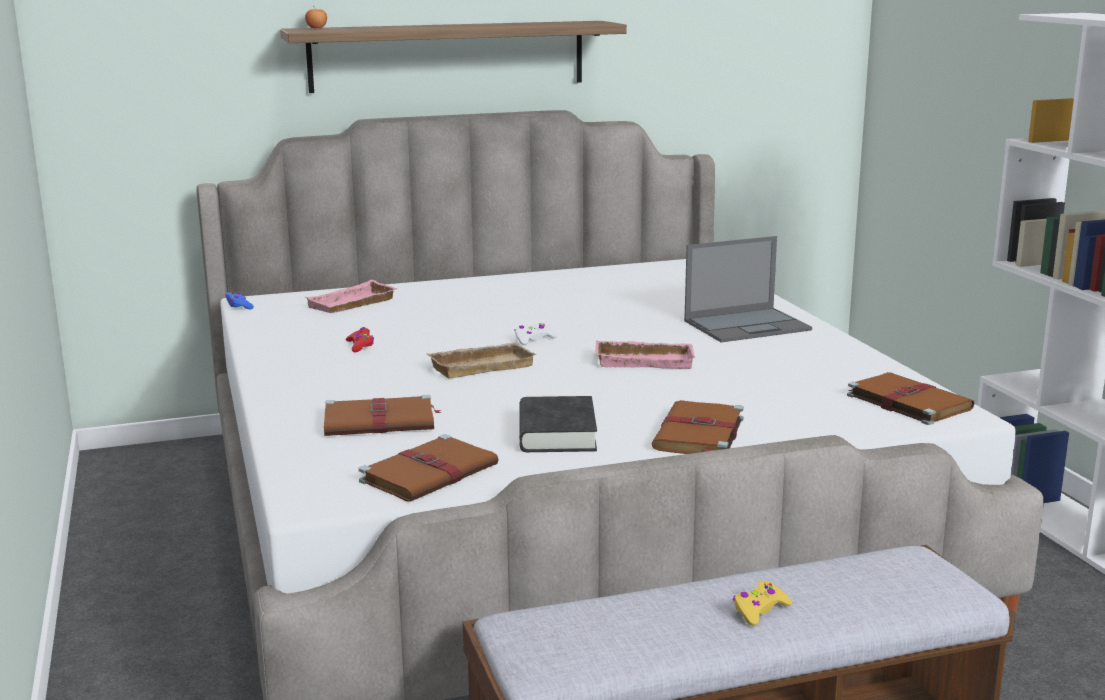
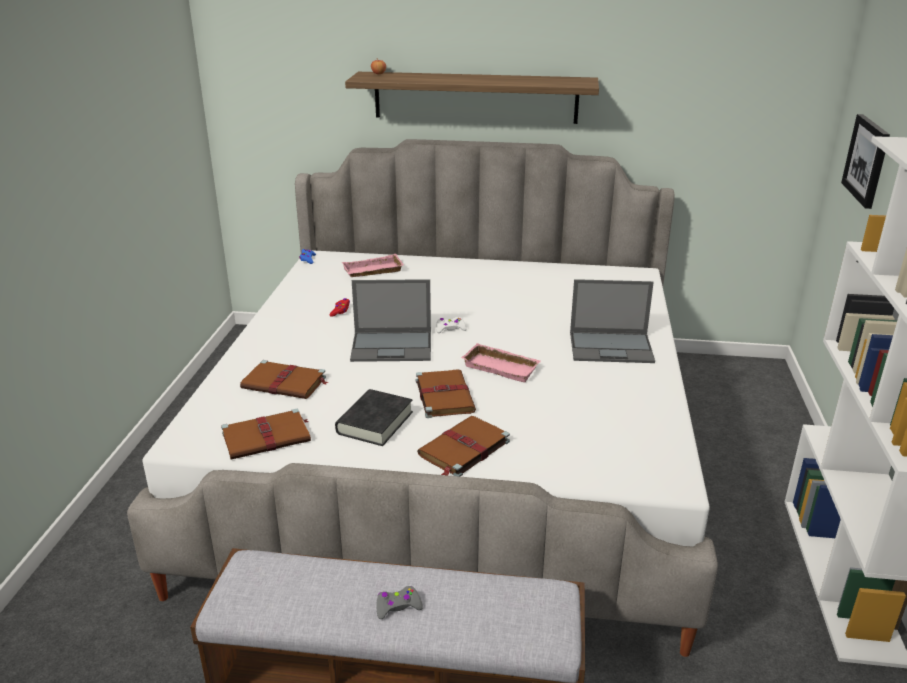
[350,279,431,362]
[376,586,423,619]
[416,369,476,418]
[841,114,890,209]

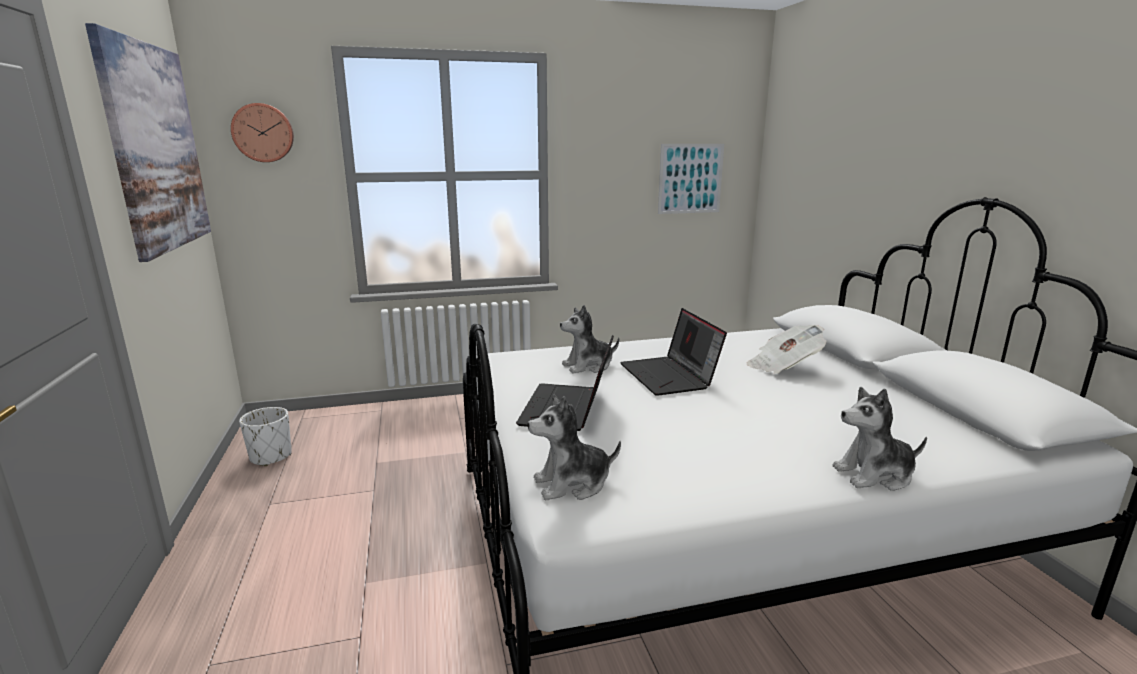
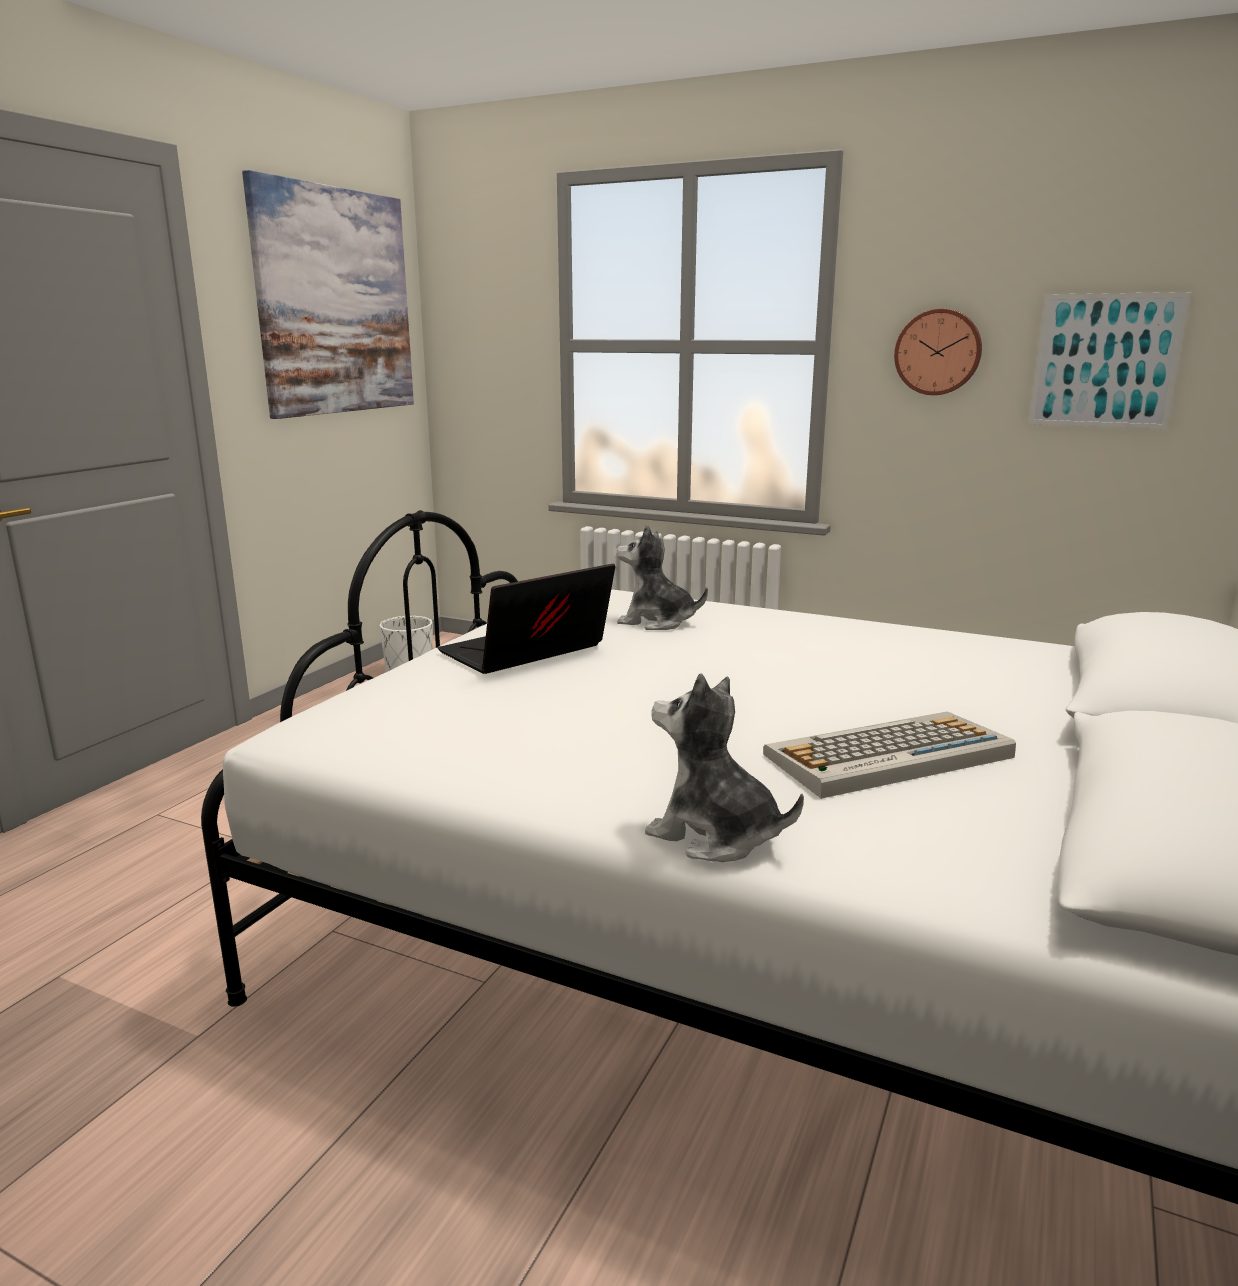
[894,309,982,395]
[528,395,621,500] (first image)
[620,308,727,396] (first image)
[747,325,826,374] (first image)
[763,711,1016,799]

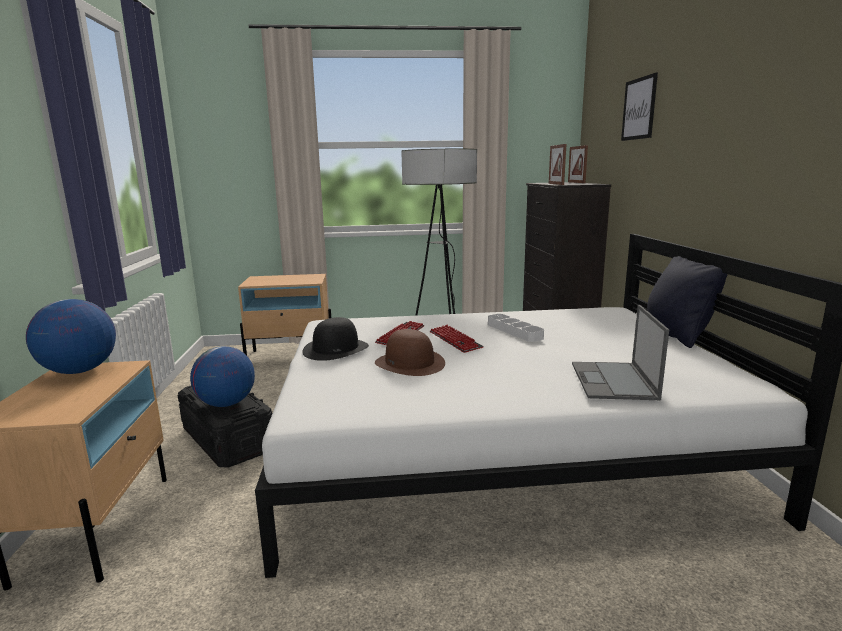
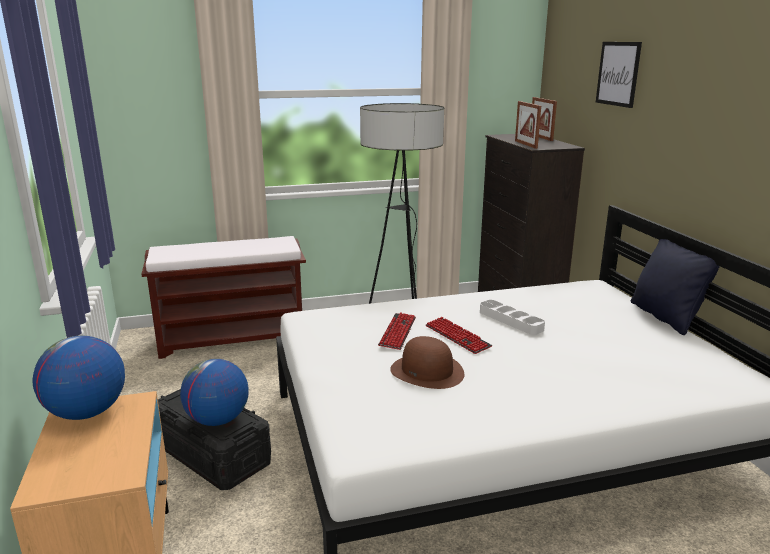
[142,236,306,359]
[302,317,369,361] (first image)
[572,305,669,400] (first image)

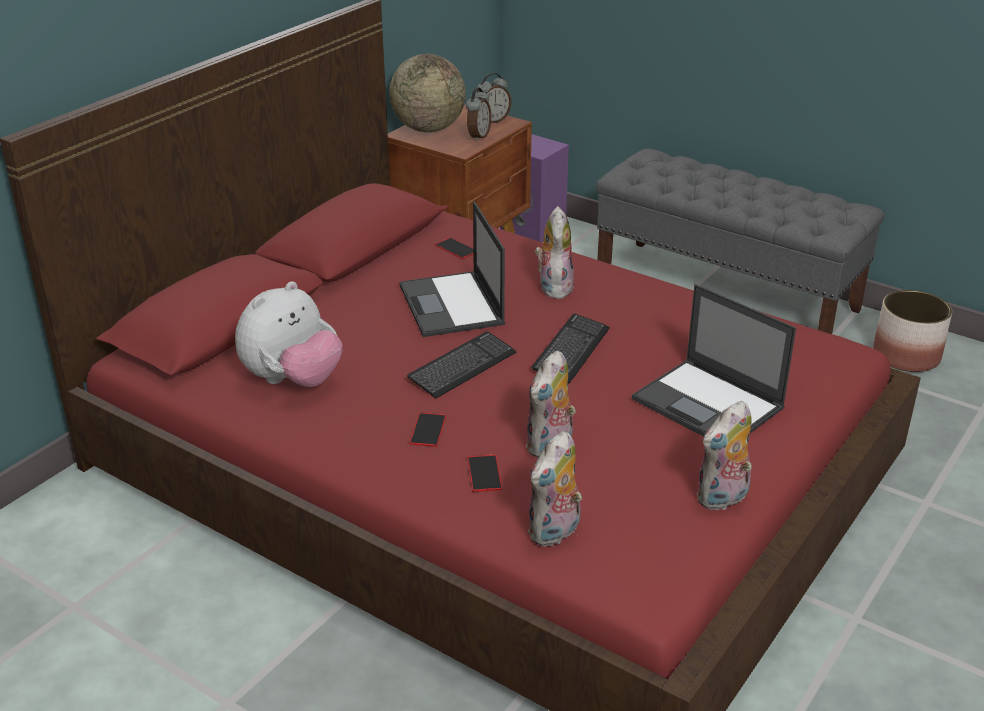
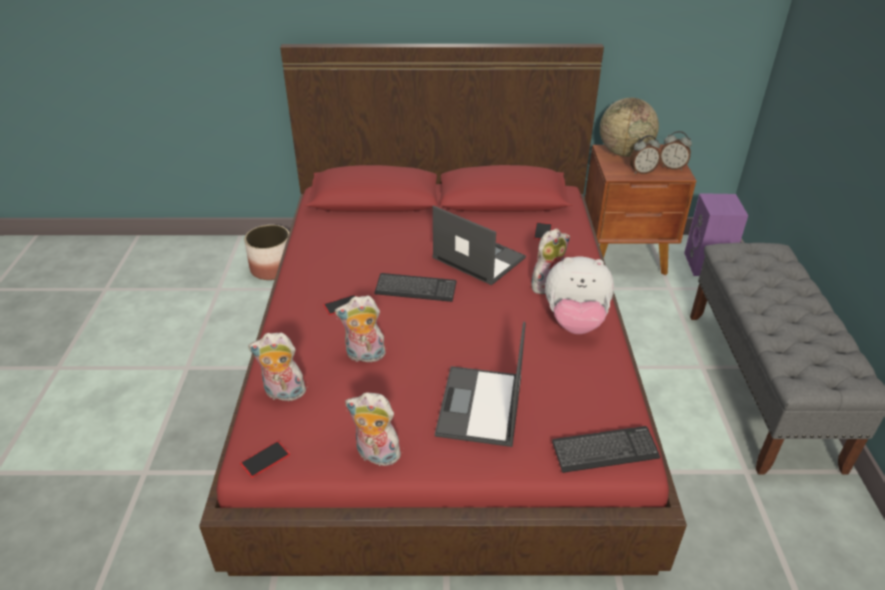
[545,257,614,334]
[432,205,526,285]
[240,441,290,478]
[552,426,660,473]
[244,225,289,280]

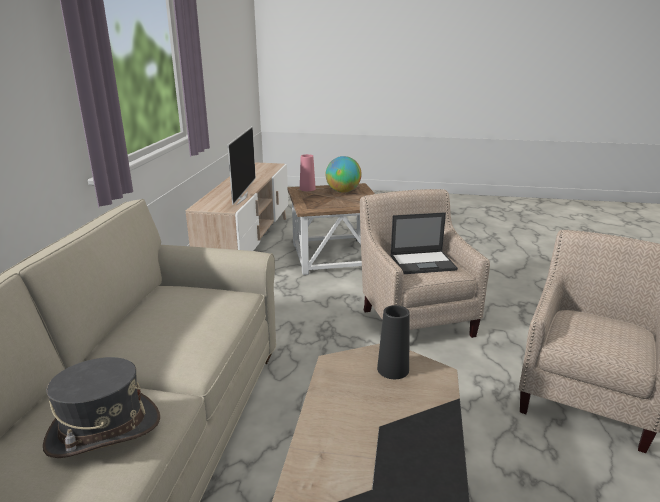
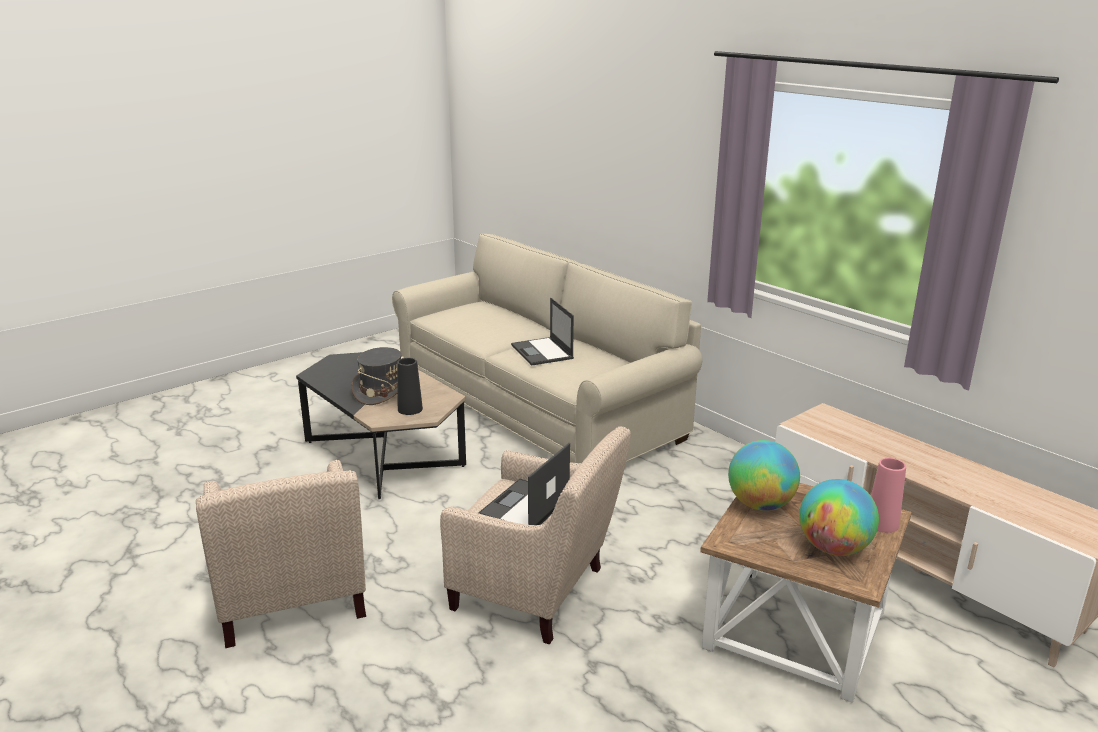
[351,347,404,405]
[227,126,256,206] (first image)
[511,298,574,366]
[728,440,800,511]

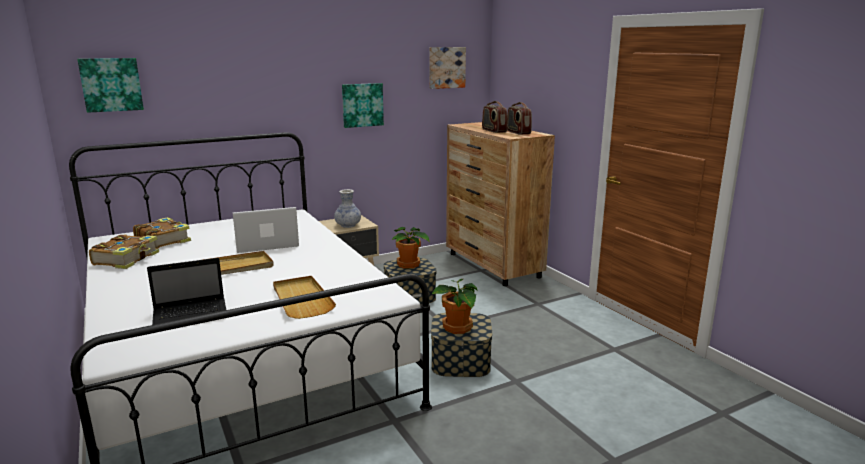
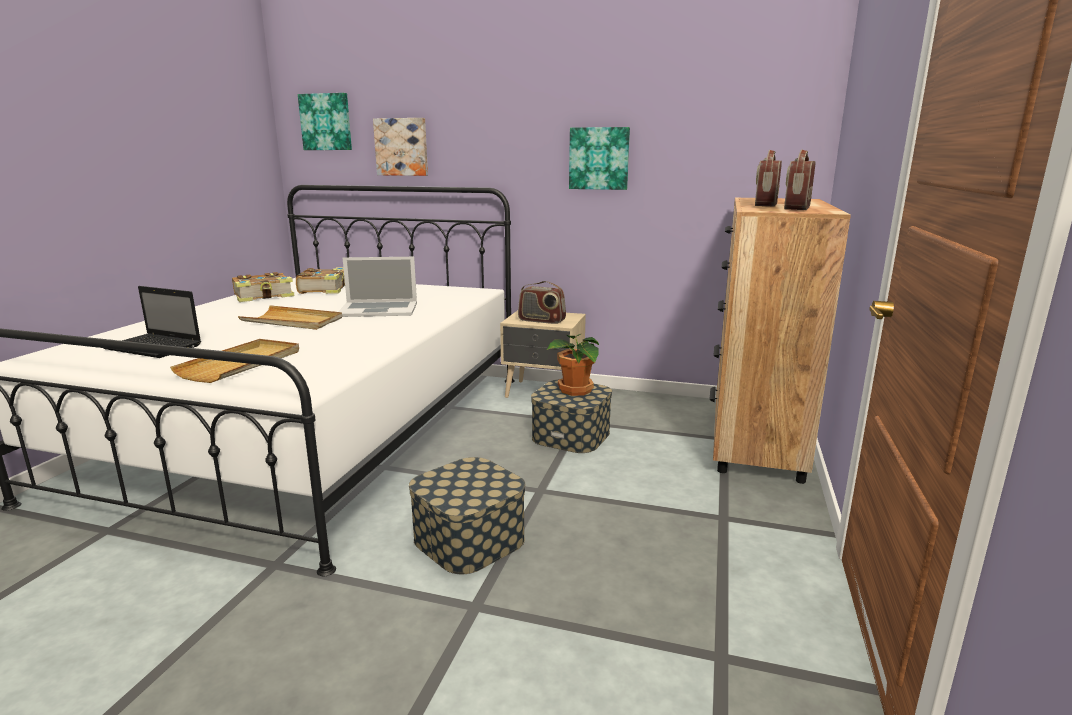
[338,257,417,317]
[518,281,566,324]
[373,118,428,176]
[432,279,478,334] (first image)

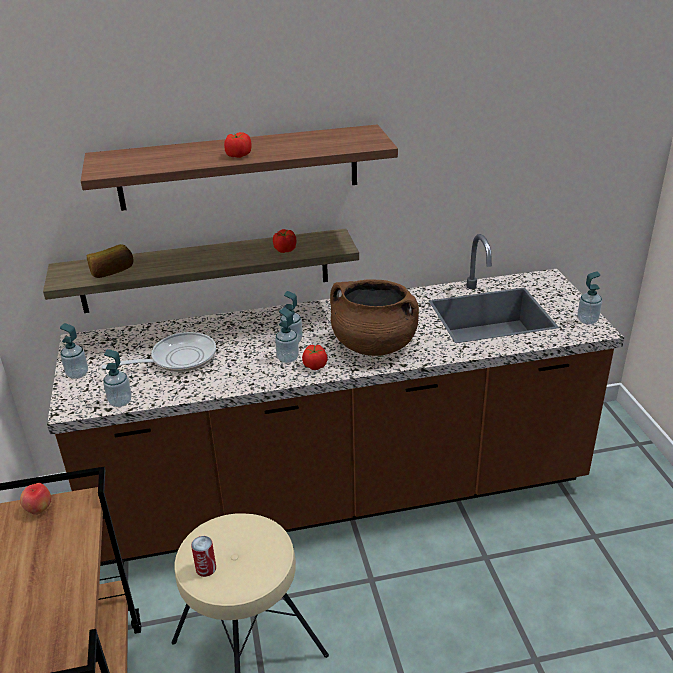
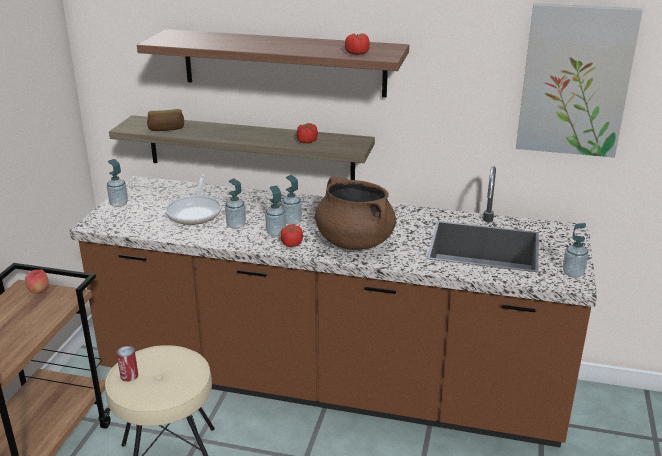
[165,174,221,225]
[225,178,246,229]
[345,33,370,55]
[516,3,643,158]

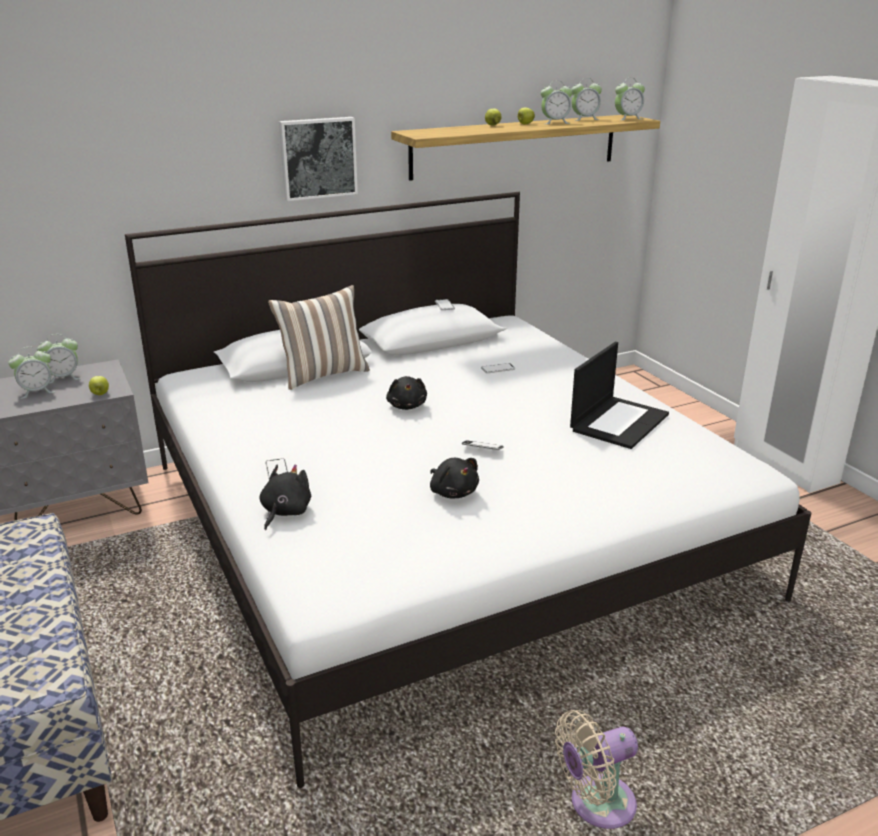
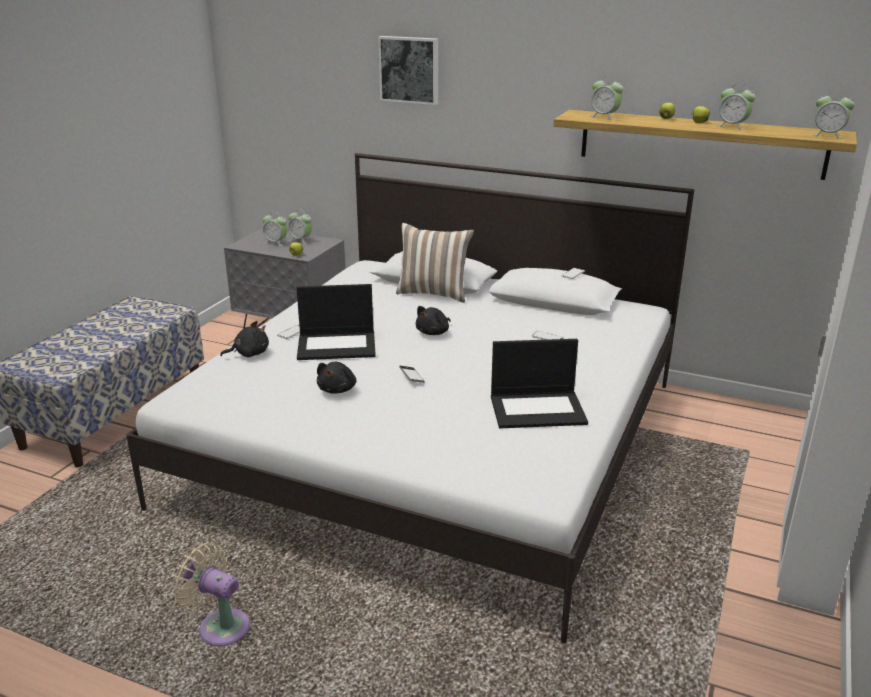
[378,36,438,105]
[589,76,623,120]
[296,284,376,360]

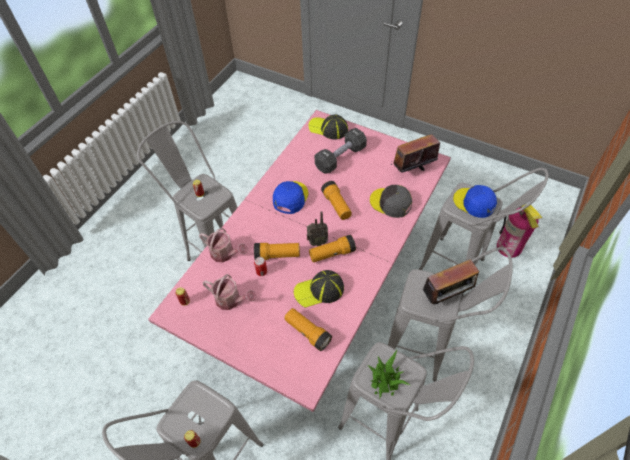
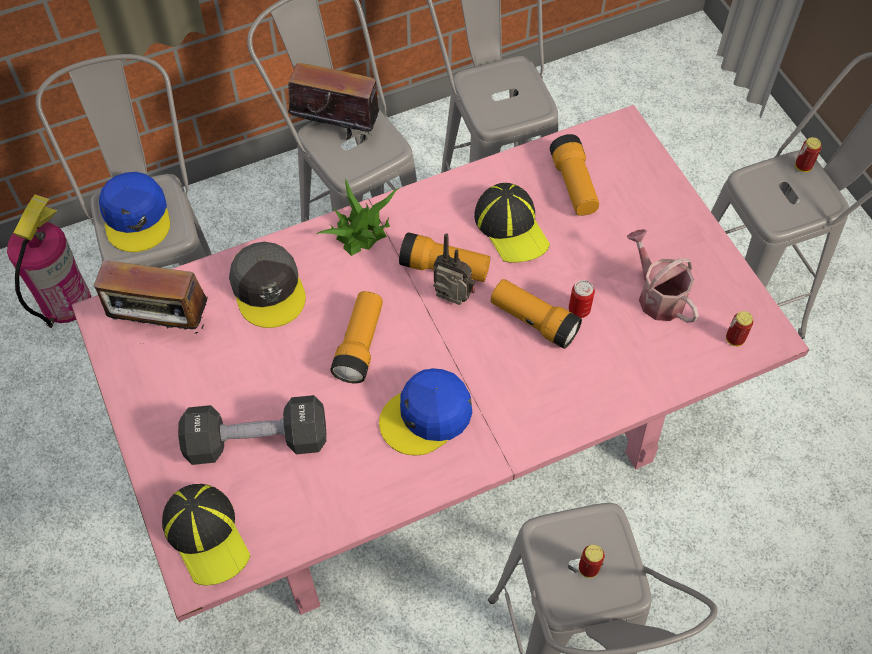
[199,228,248,263] (first image)
[474,183,550,263]
[316,179,399,256]

